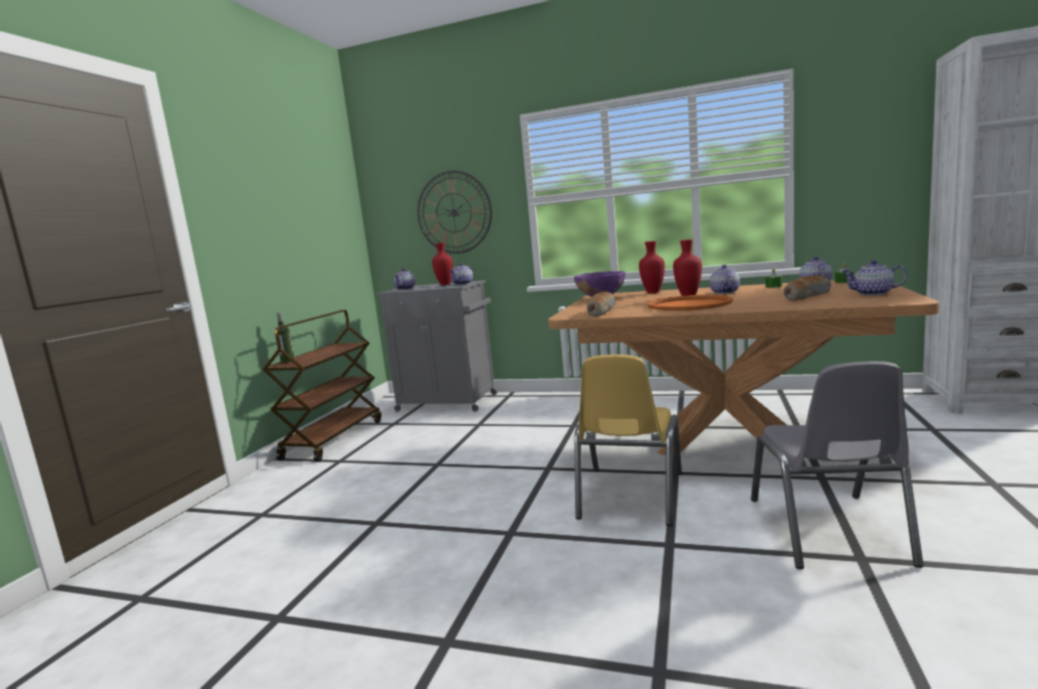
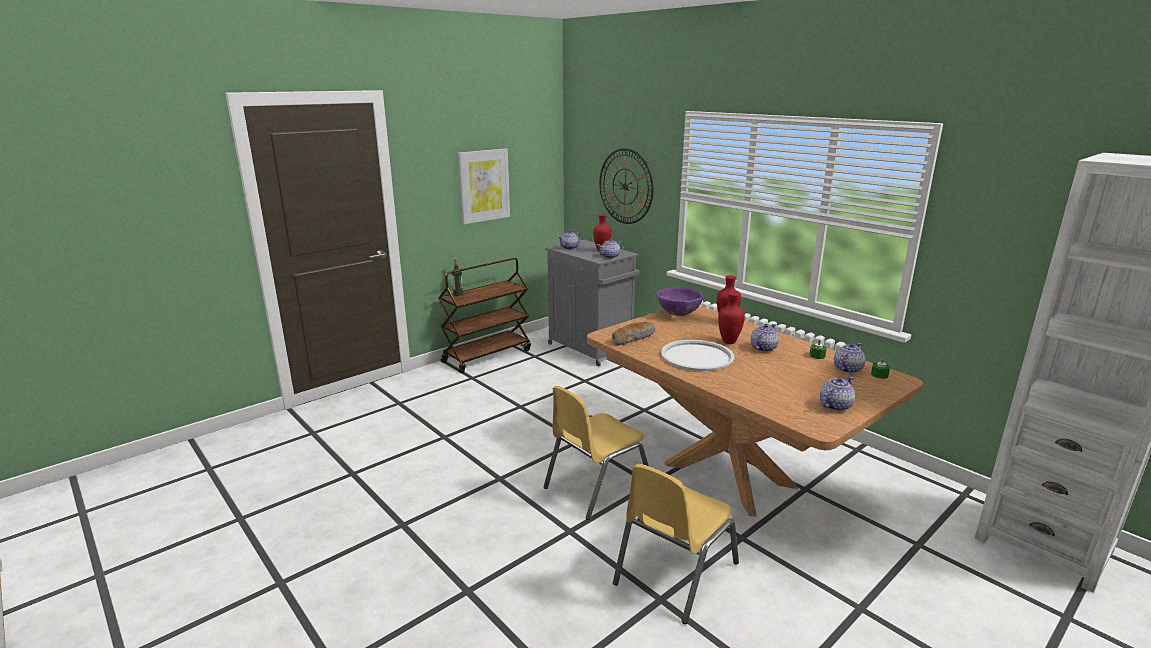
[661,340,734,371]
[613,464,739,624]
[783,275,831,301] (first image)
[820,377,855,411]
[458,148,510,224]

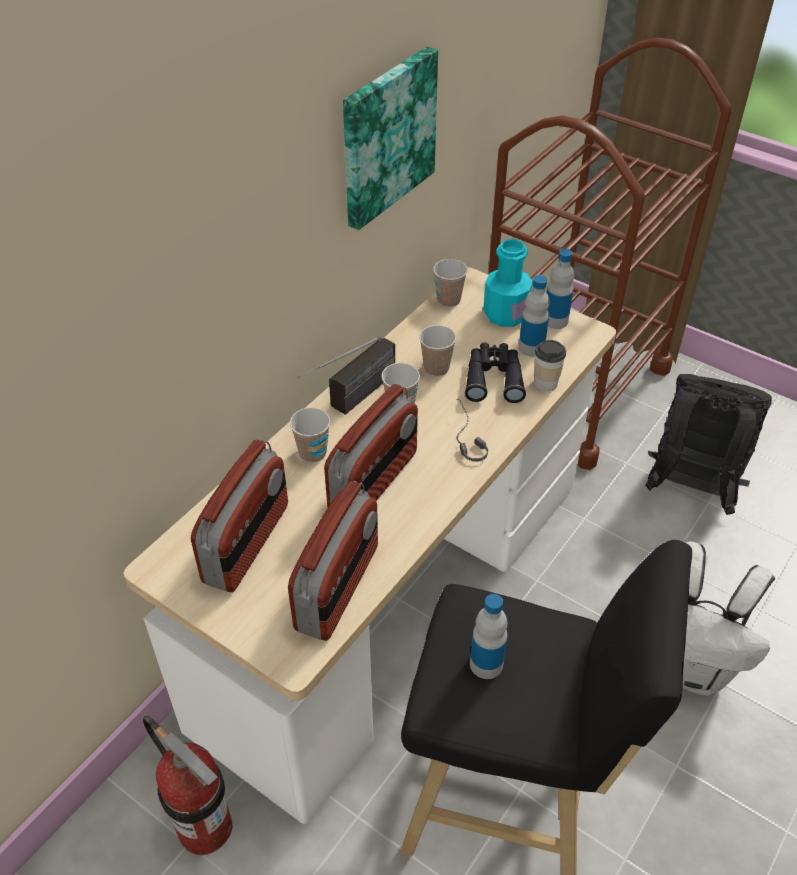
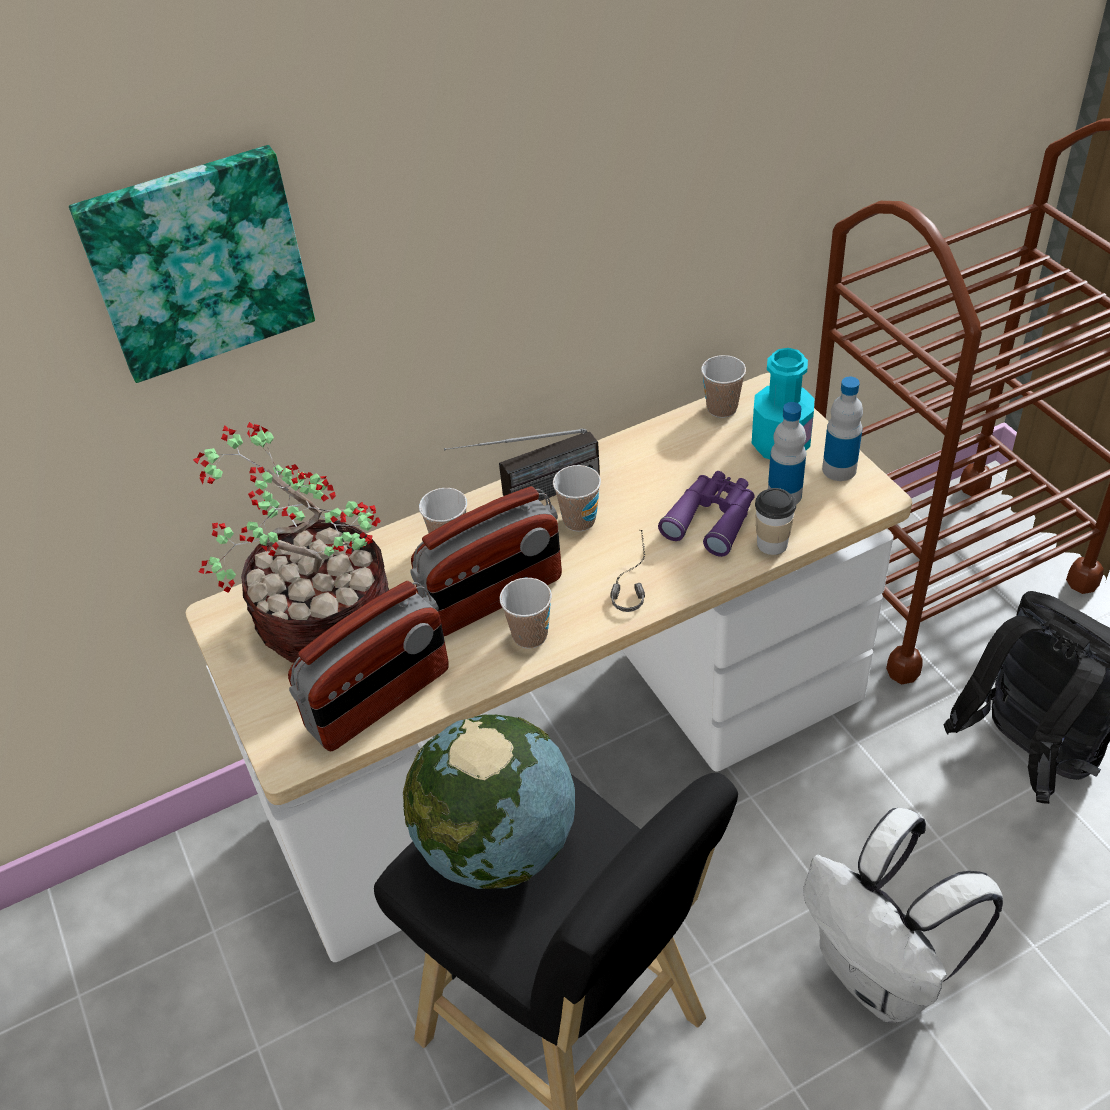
[143,716,232,855] (first image)
[193,422,389,663]
[69,145,315,383]
[500,578,552,649]
[658,471,755,557]
[403,714,575,889]

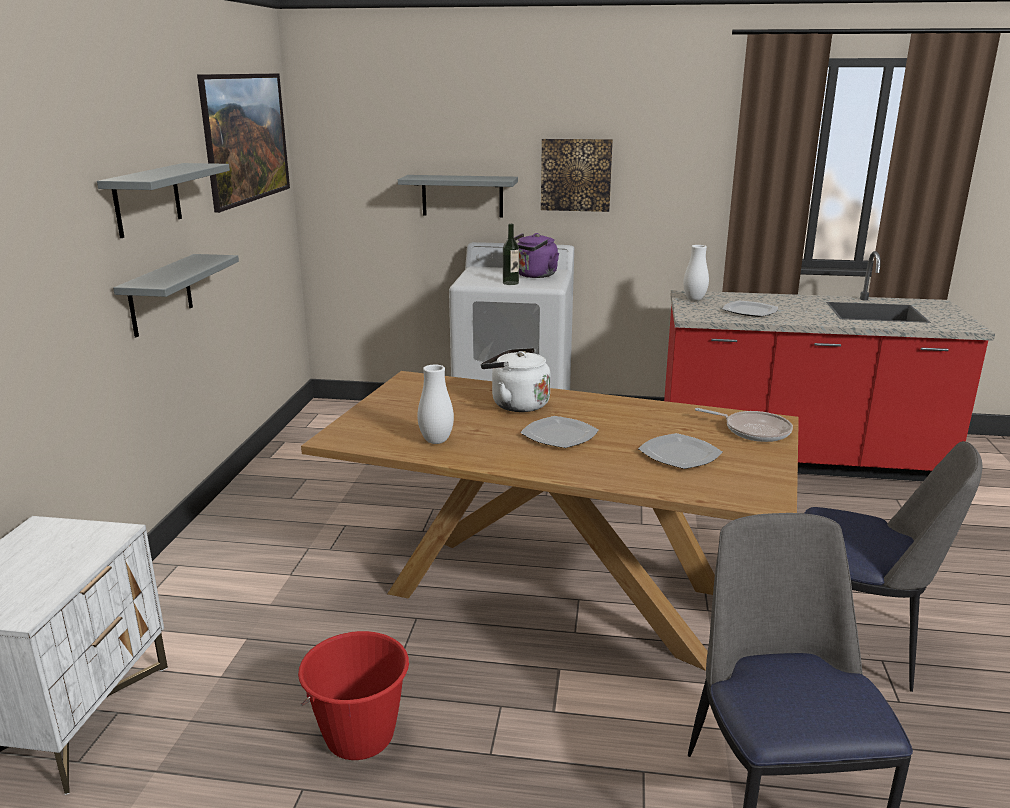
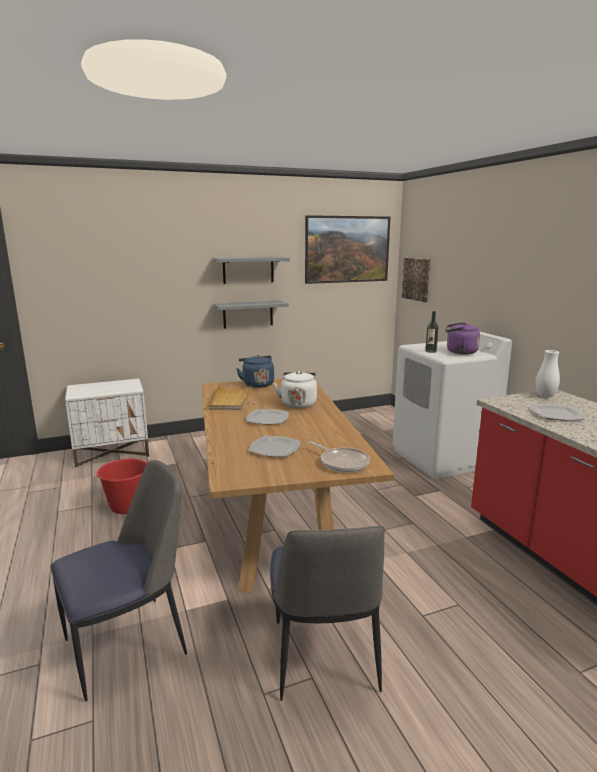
[398,175,518,217] (first image)
[209,385,252,410]
[402,258,431,302]
[309,441,370,473]
[236,355,274,388]

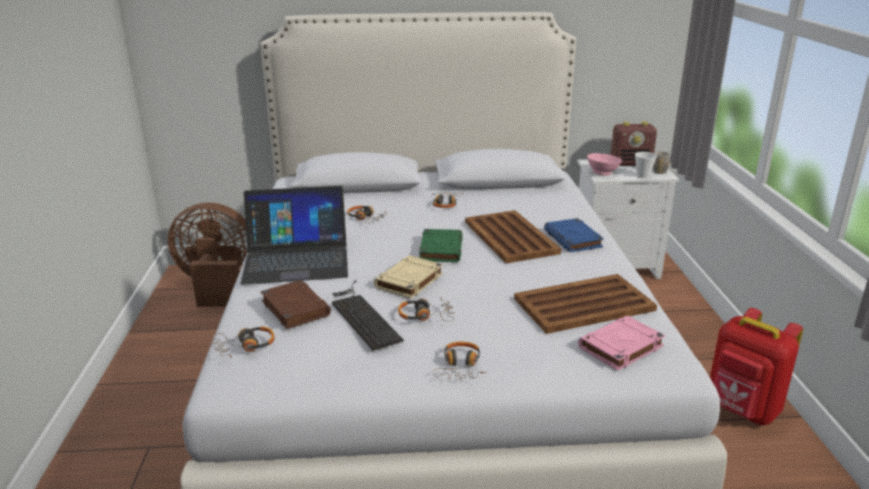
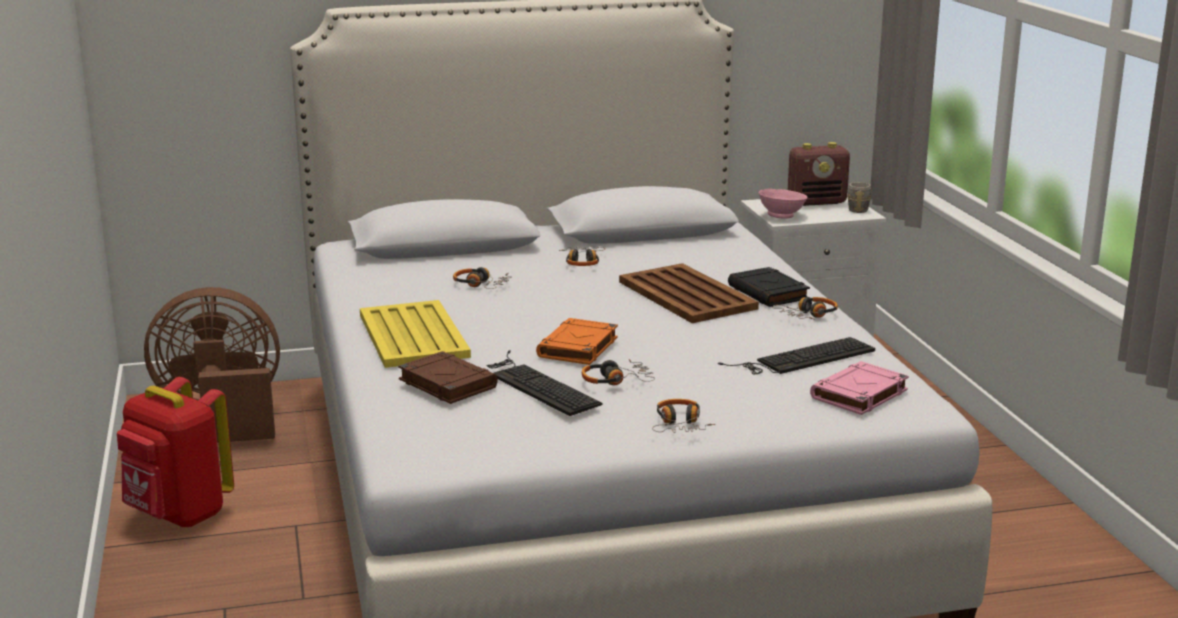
[772,297,838,320]
[360,300,471,368]
[536,318,618,365]
[419,229,463,262] (first image)
[718,337,875,374]
[728,267,810,307]
[635,152,657,178] (first image)
[117,377,234,528]

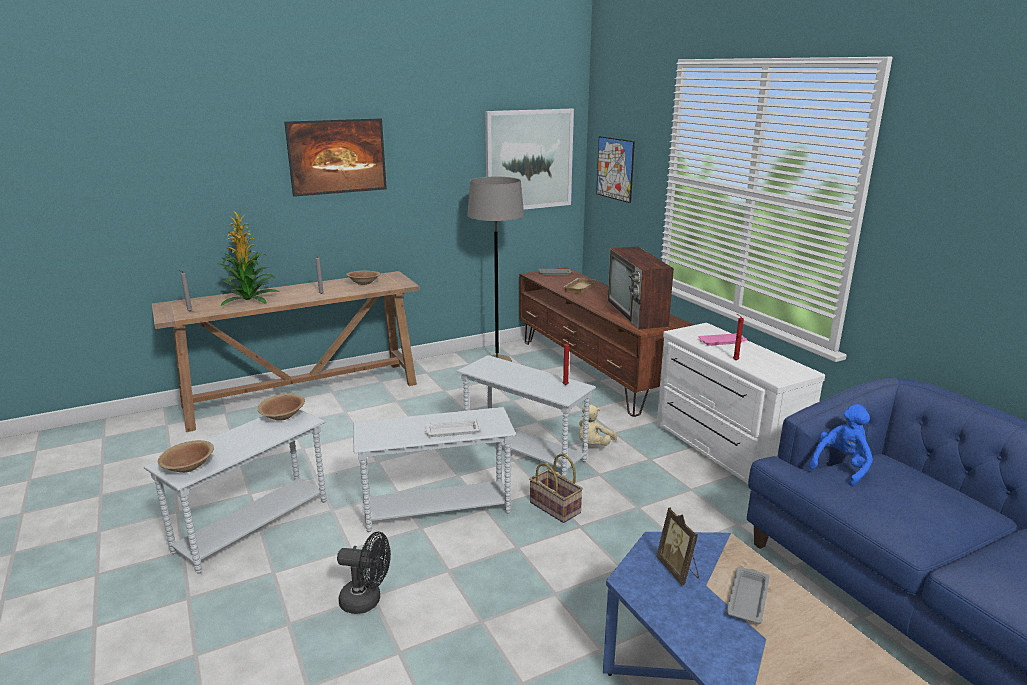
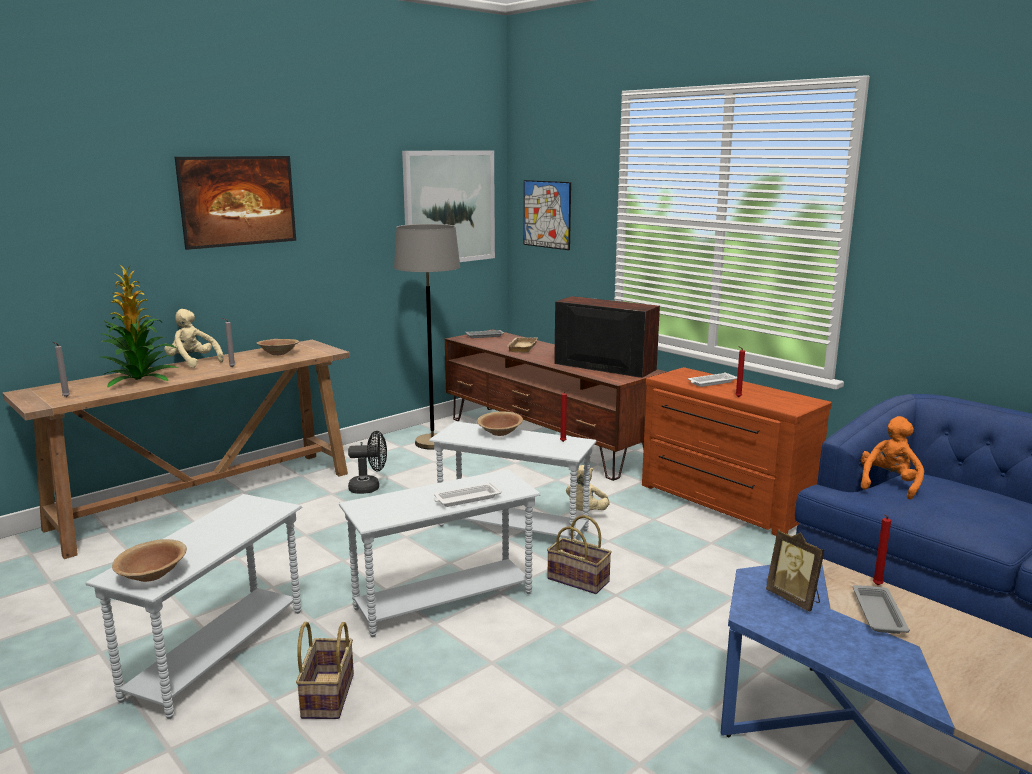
[477,411,523,436]
[348,431,387,494]
[554,296,660,378]
[642,367,832,536]
[688,372,737,387]
[861,416,924,499]
[164,309,224,368]
[296,622,354,719]
[873,514,891,585]

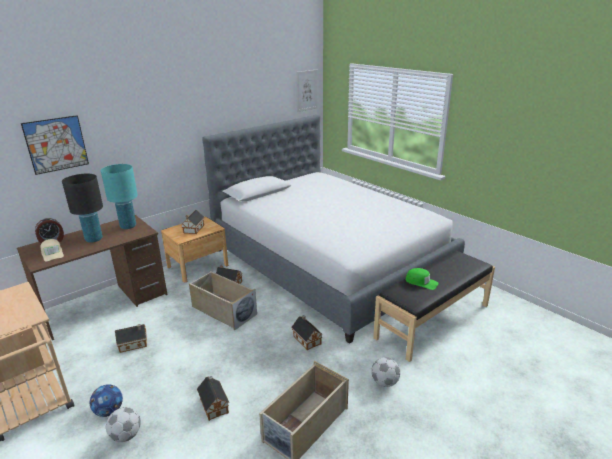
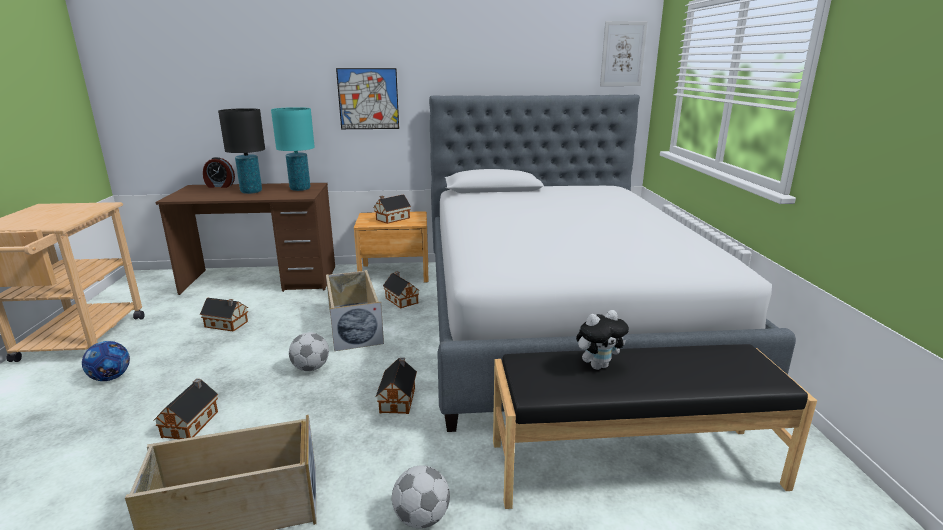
[336,68,399,129]
[40,239,64,262] (first image)
[289,332,329,371]
[576,310,629,370]

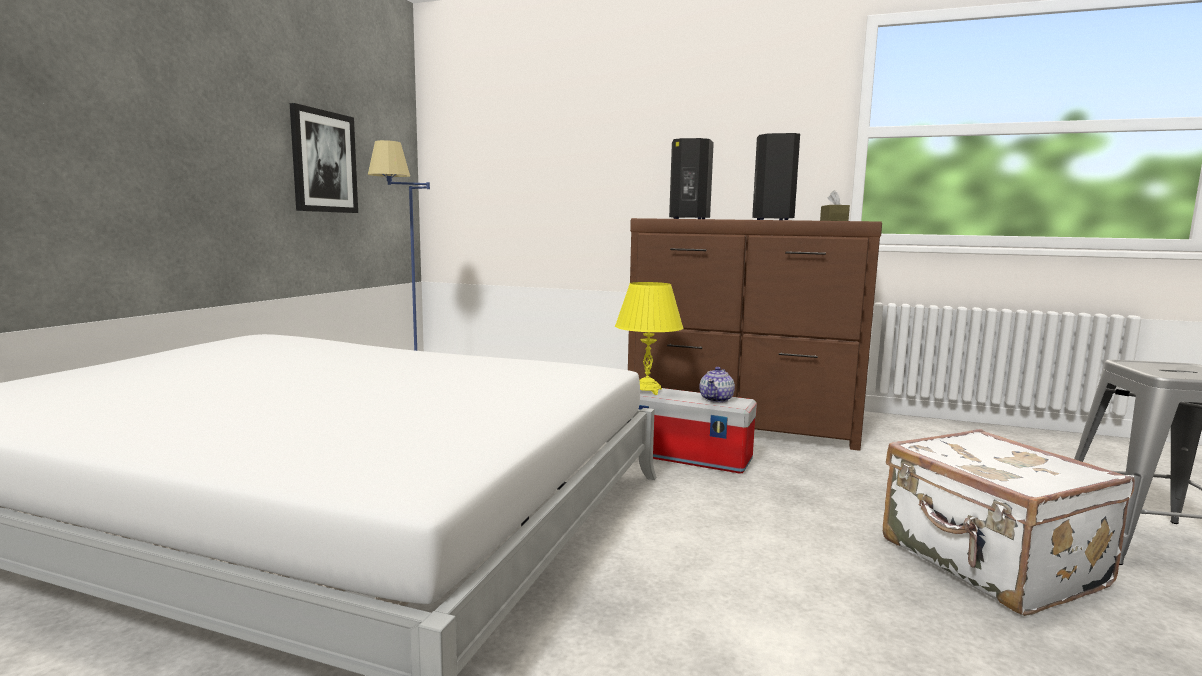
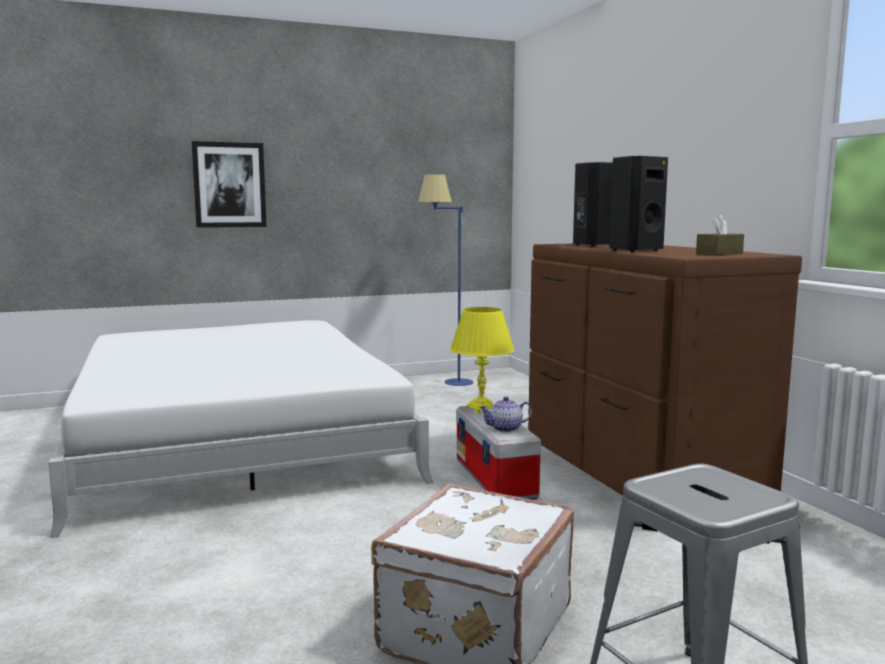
[192,141,267,228]

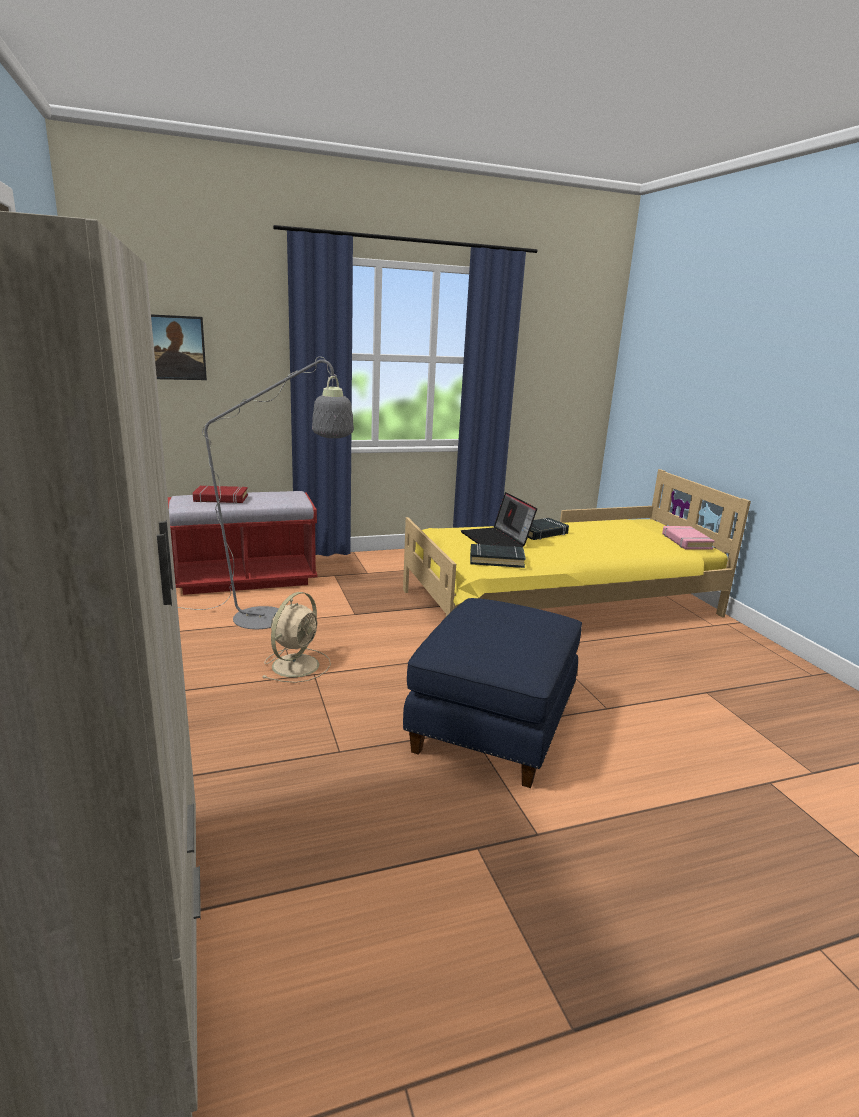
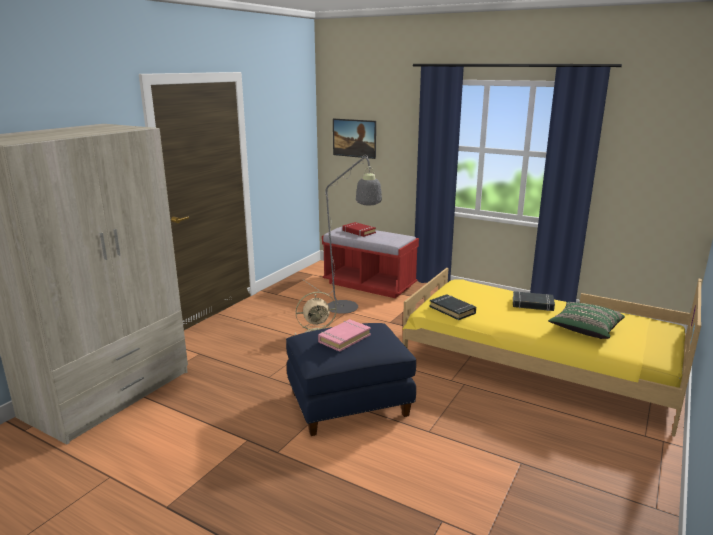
[461,492,537,547] (first image)
[318,319,371,352]
[548,302,625,339]

